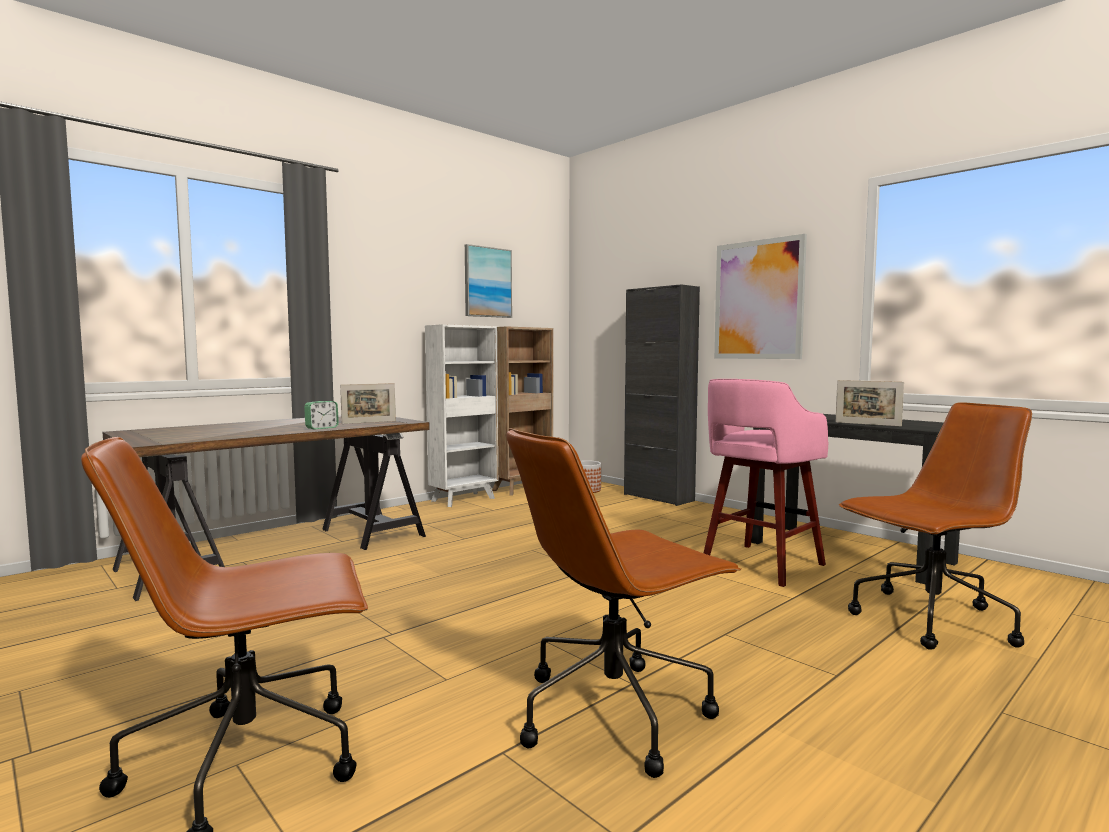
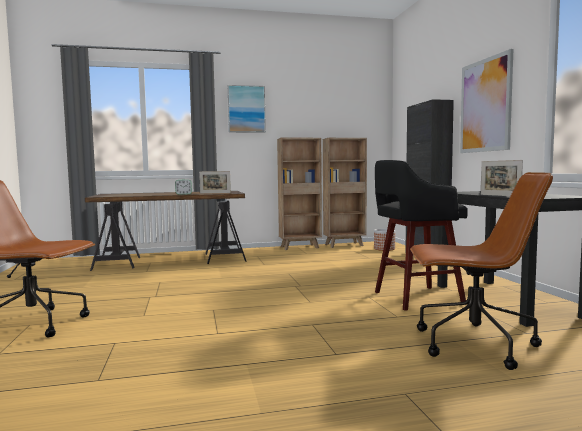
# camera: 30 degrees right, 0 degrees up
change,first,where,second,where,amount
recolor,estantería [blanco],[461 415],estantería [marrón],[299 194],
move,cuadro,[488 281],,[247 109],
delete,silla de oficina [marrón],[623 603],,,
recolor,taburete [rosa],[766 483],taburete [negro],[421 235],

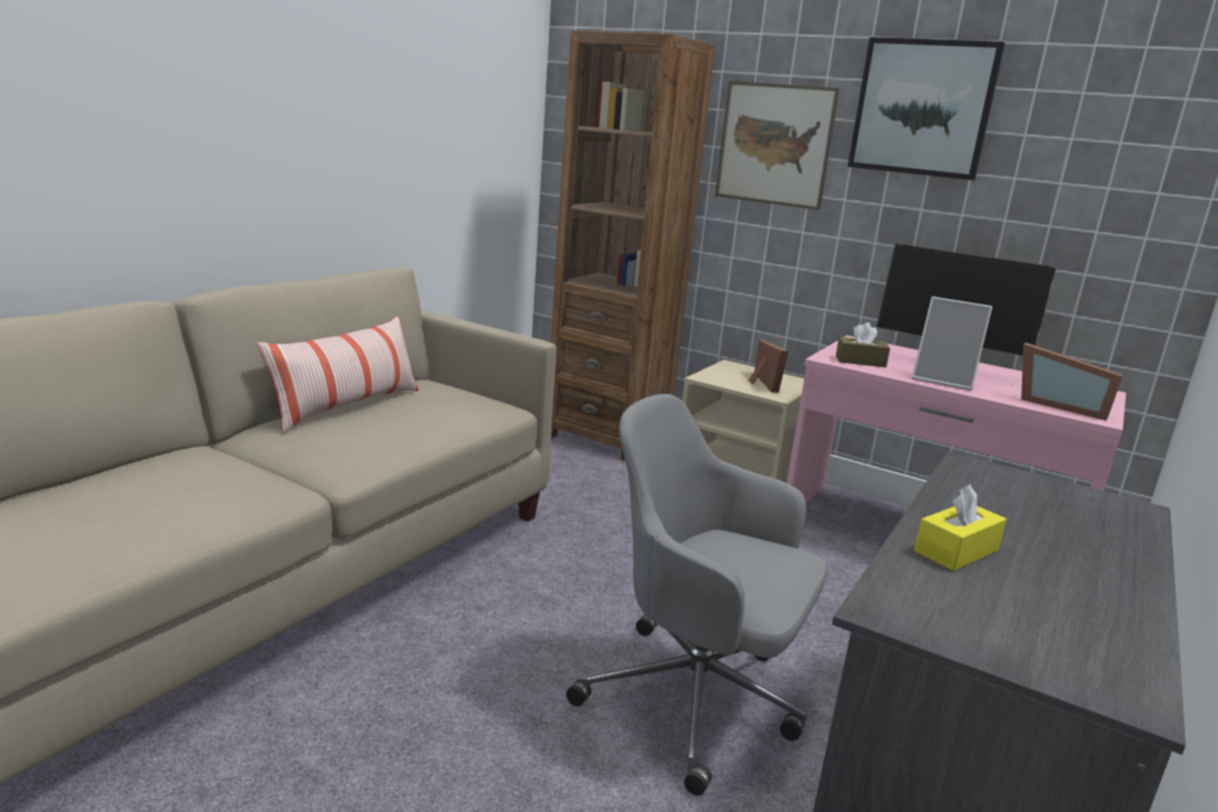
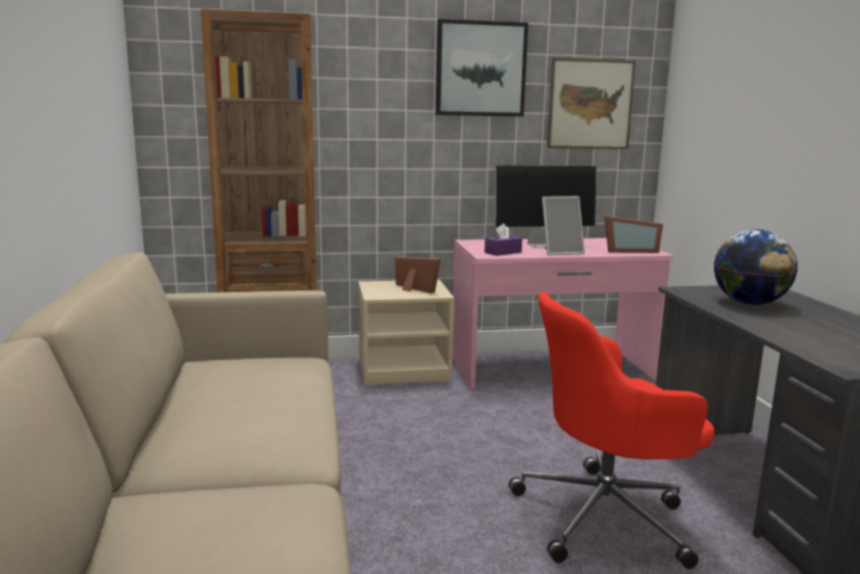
# camera: 40 degrees left, 5 degrees down
change,first,where,second,where,amount
delete,cojín,[338 374],,,
recolor,silla de oficina [gris],[696 595],silla de oficina [rojo],[612 430],
move,cuadro,[777 145],,[591 103],
recolor,caja de pañuelos [marrón],[863 344],caja de pañuelos [morado],[503 239],
delete,caja de pañuelos [amarillo],[960 528],,,
insert,,,globo terráqueo,[755 267],

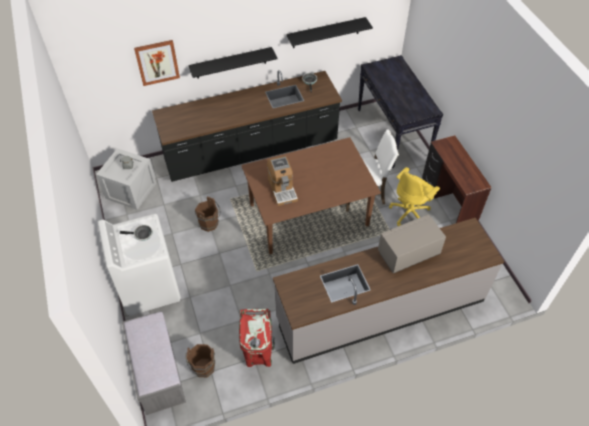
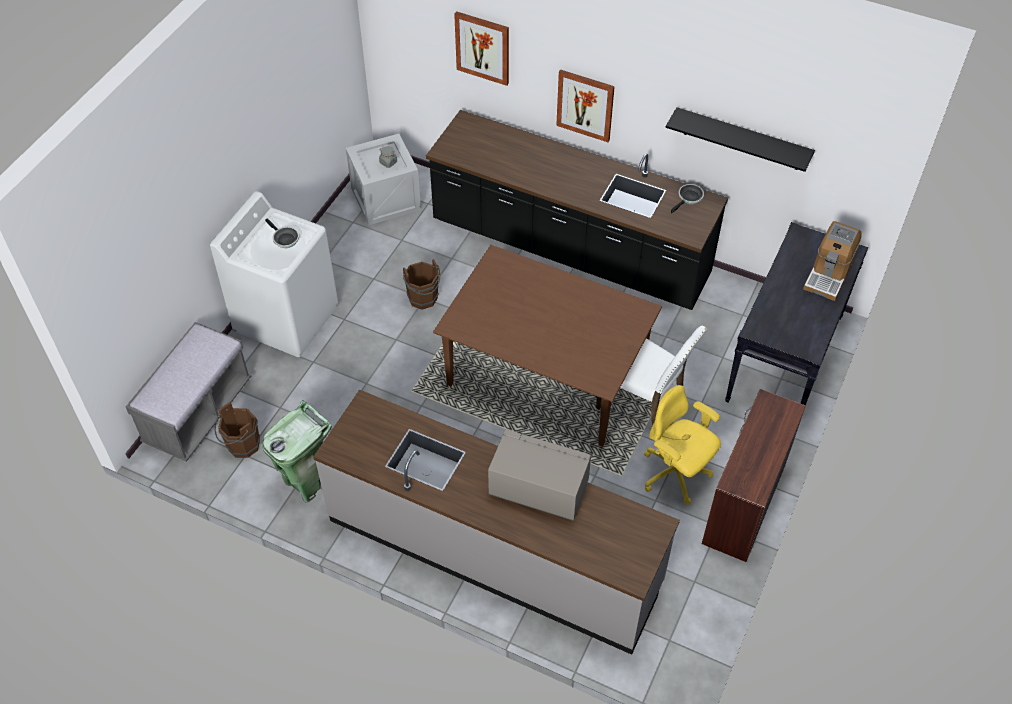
# camera: 45 degrees right, 0 degrees up
change,first,where,second,where,amount
replace,estante [negro],[232 63],cuadro,[585 105],
recolor,papelera [rojo],[257 338],papelera [verde],[297 451],
move,cafetera,[282 181],,[832 261],
rotate,silla de oficina [amarillo],[414 196],,[682 445],45 degrees clockwise

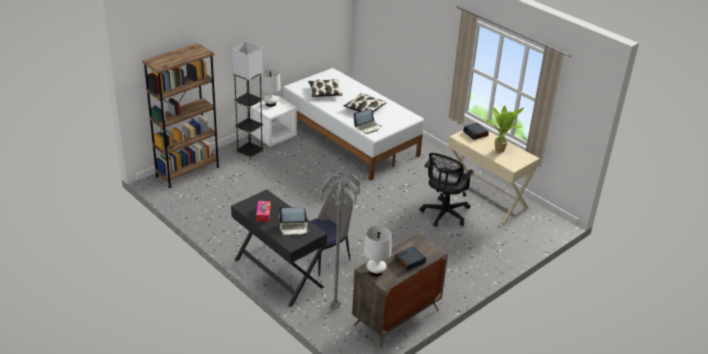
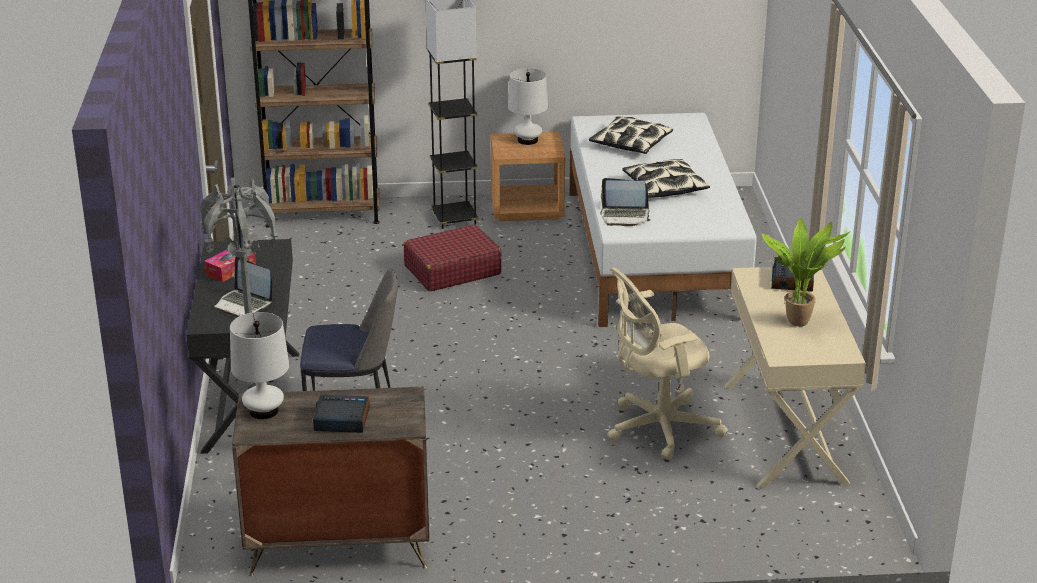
# camera: 40 degrees right, 5 degrees down
change,first,where,second,where,amount
recolor,mesita de noche [blanco],[273 121],mesita de noche [marrón],[528 176],
recolor,silla de oficina [negro],[446 190],silla de oficina [beis],[668 363],
insert,,,maleta [rojo],[453 258],

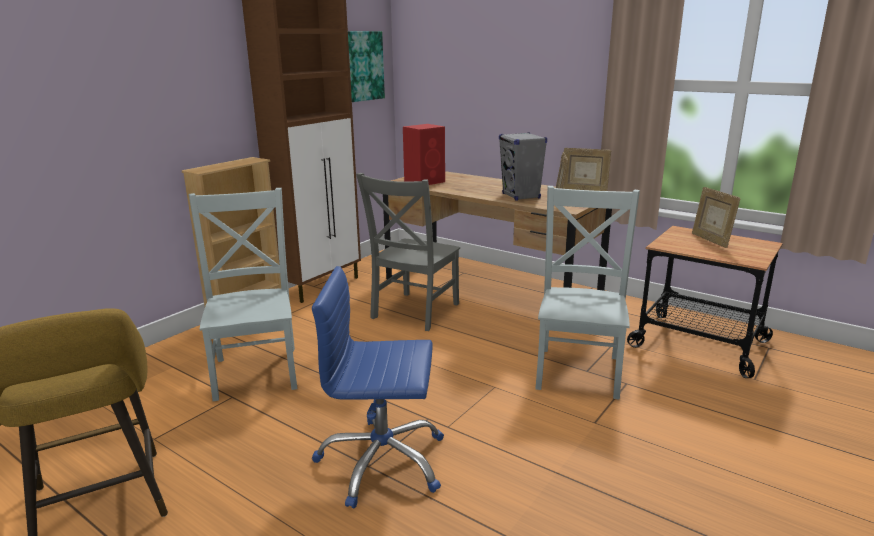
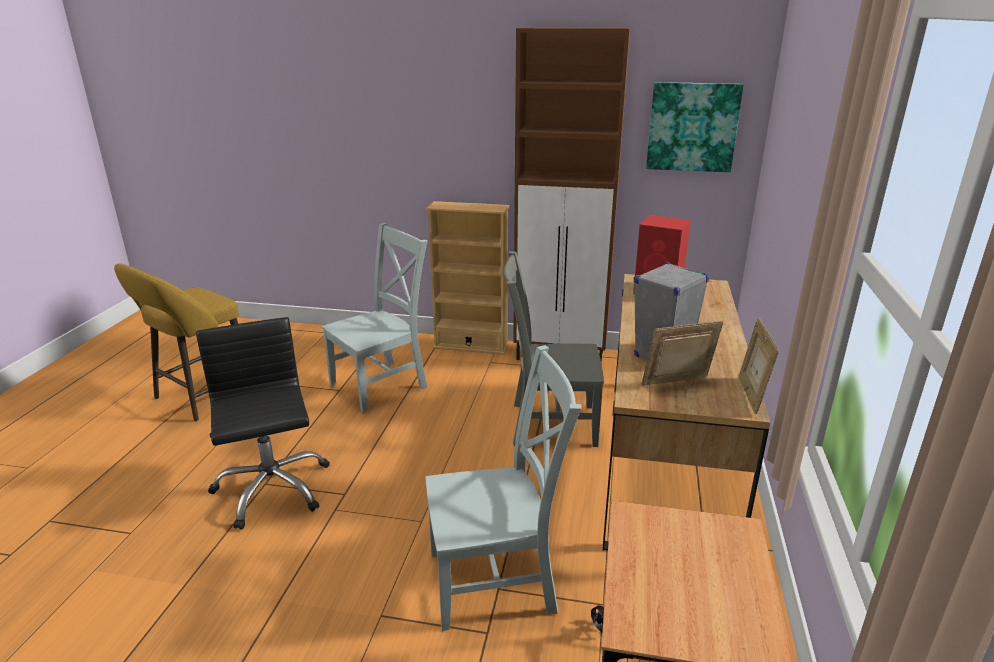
# camera: 65 degrees right, 5 degrees up
change,first,where,second,where,amount
recolor,silla de oficina [azul],[378 387],silla de oficina [negro],[263 423],
delete,portarretratos,[716 217],,,

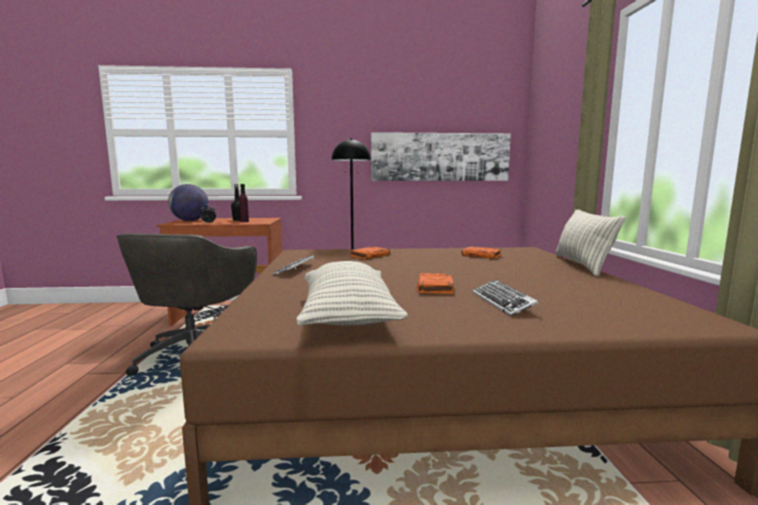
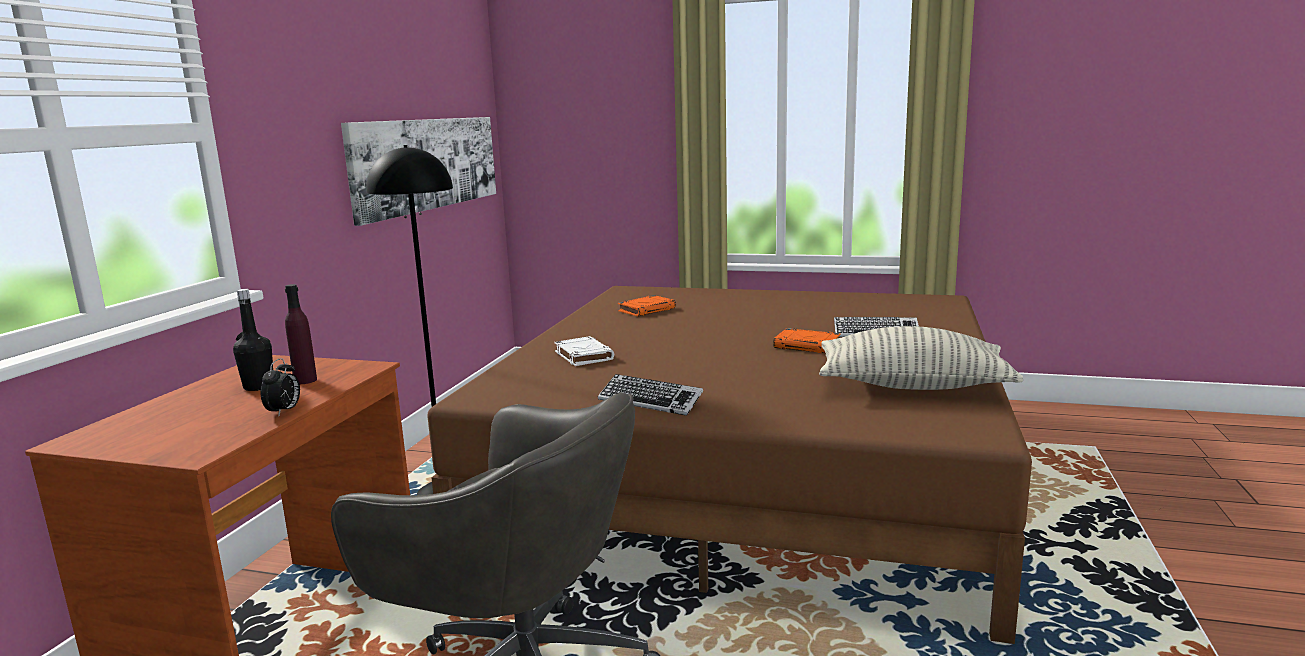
# camera: 70 degrees left, 5 degrees up
change,first,where,second,where,amount
delete,globo terráqueo,[188 202],,,
recolor,libro [naranja],[369 252],libro [blanco],[584 351],
delete,cojín,[590 243],,,

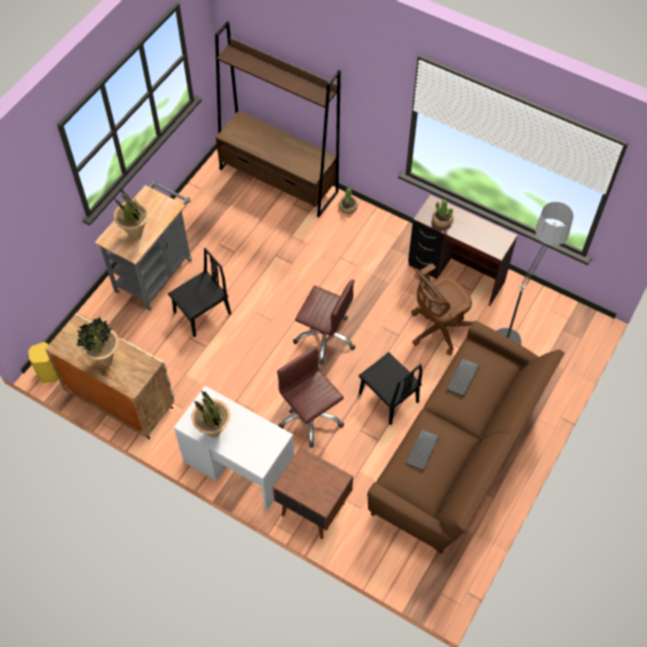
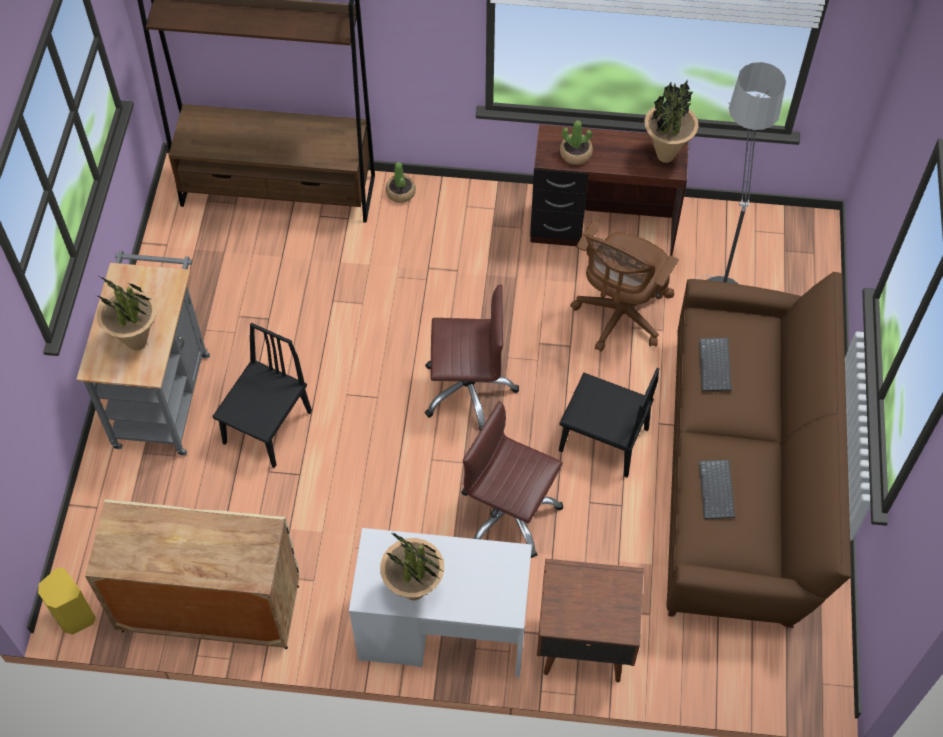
# camera: 25 degrees left, 0 degrees up
change,first,where,second,where,amount
move,planta en maceta,[97 341],,[671 121],

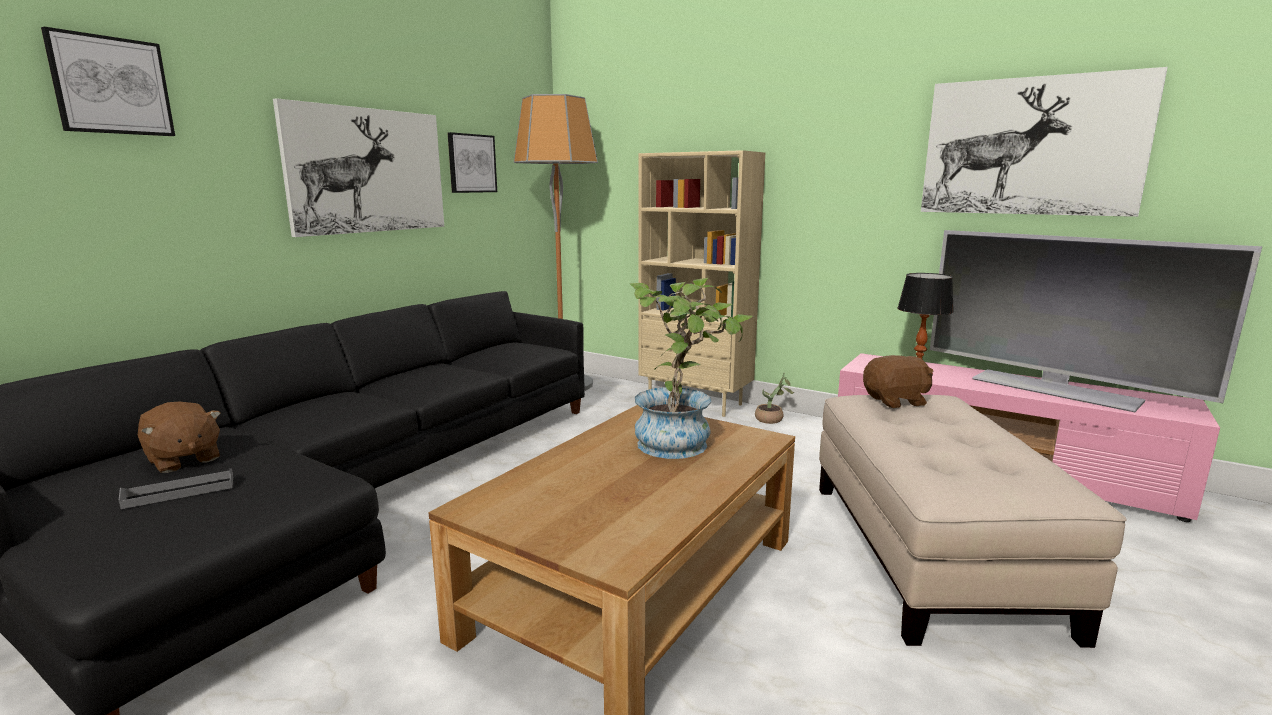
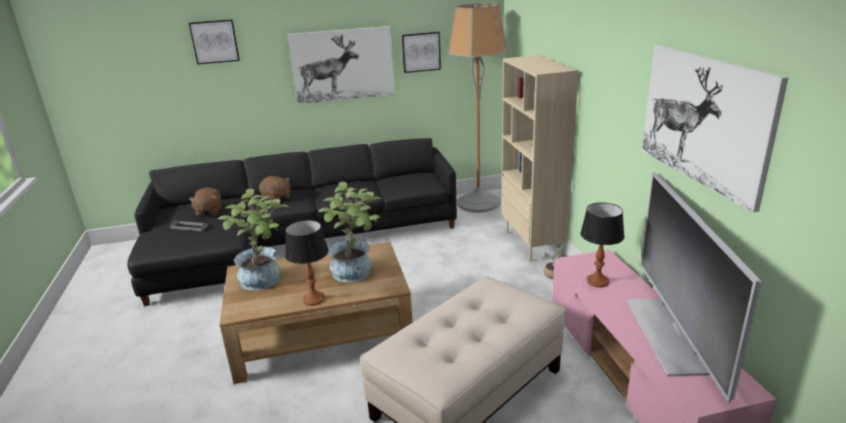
# camera: 45 degrees right, 10 degrees up
change,first,where,second,where,amount
move,peluche [marrón],[898 381],,[275 189],
insert,,,planta en maceta,[253 240],
insert,,,lámpara de mesa,[307 263],

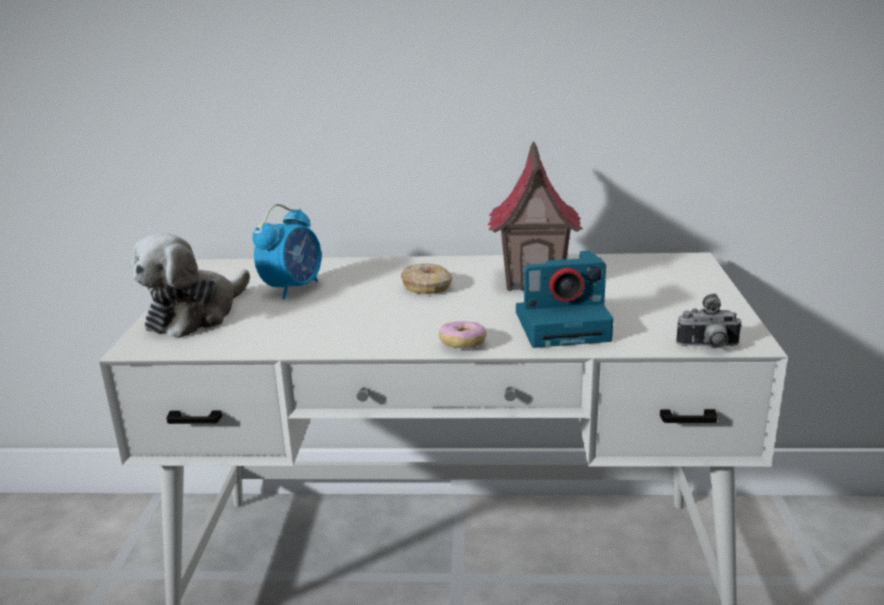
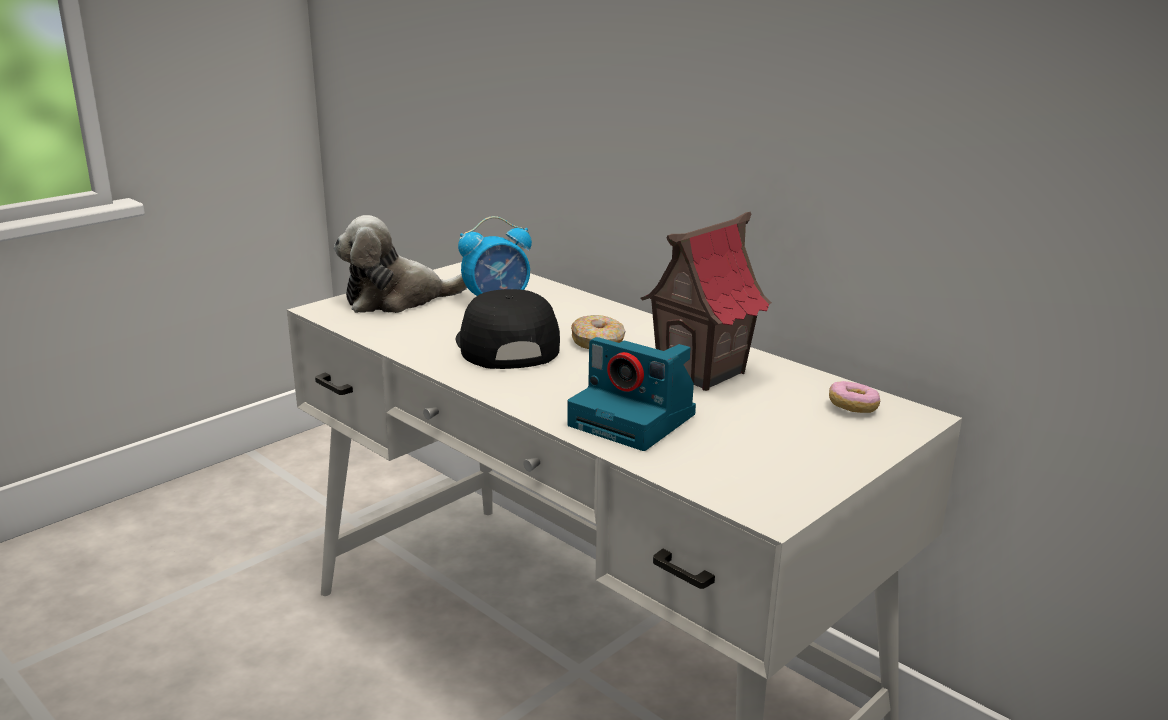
# camera: 40 degrees right, 0 degrees up
change,first,where,second,where,amount
move,rosquilla,[462 334],,[854 397],
delete,cámara,[709 320],,,
insert,,,gorra [negro],[508 329],

